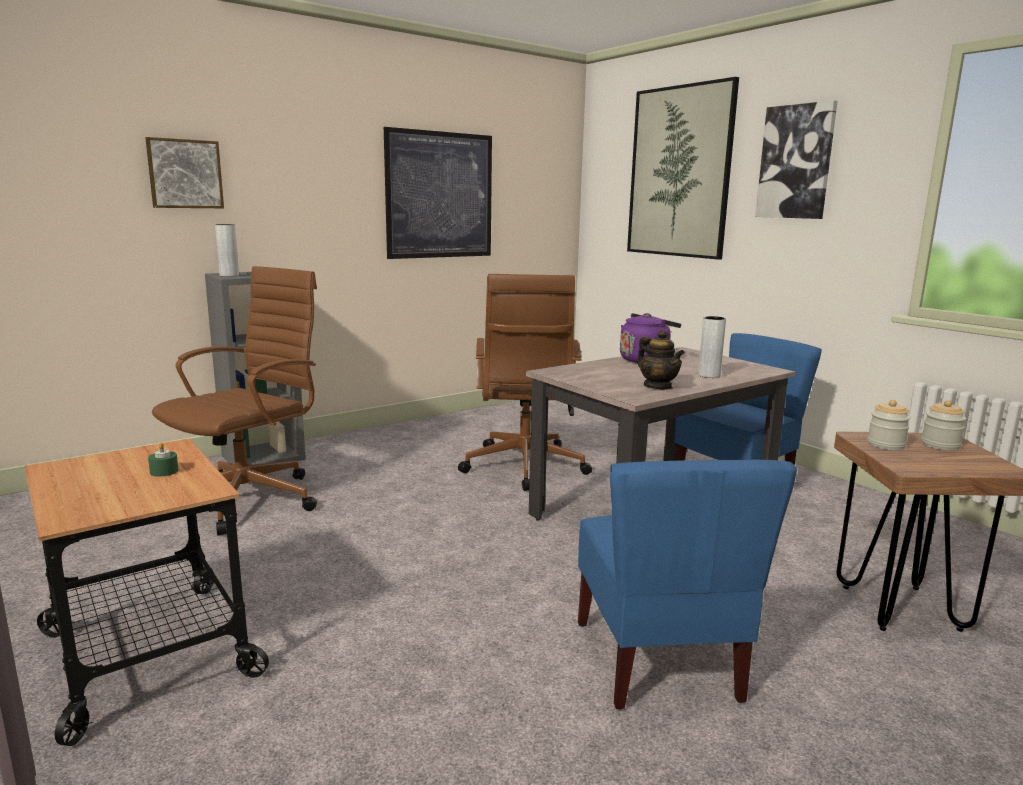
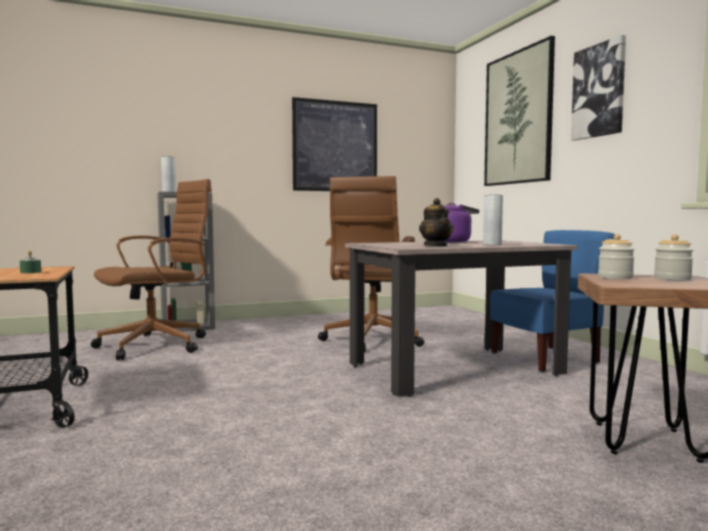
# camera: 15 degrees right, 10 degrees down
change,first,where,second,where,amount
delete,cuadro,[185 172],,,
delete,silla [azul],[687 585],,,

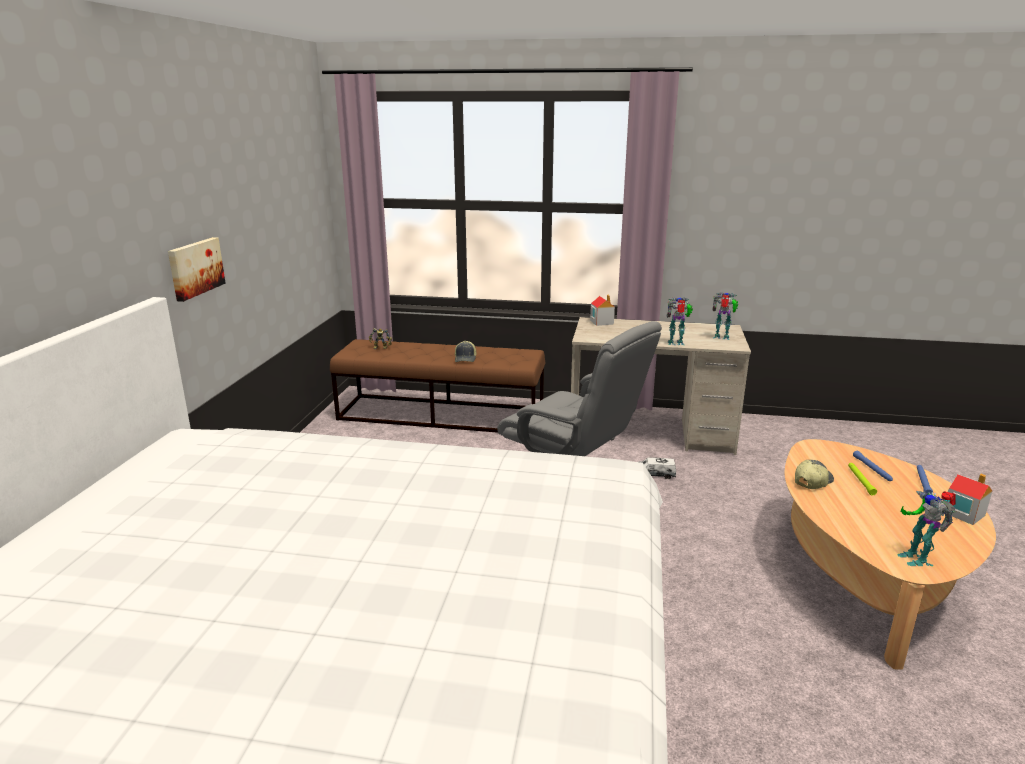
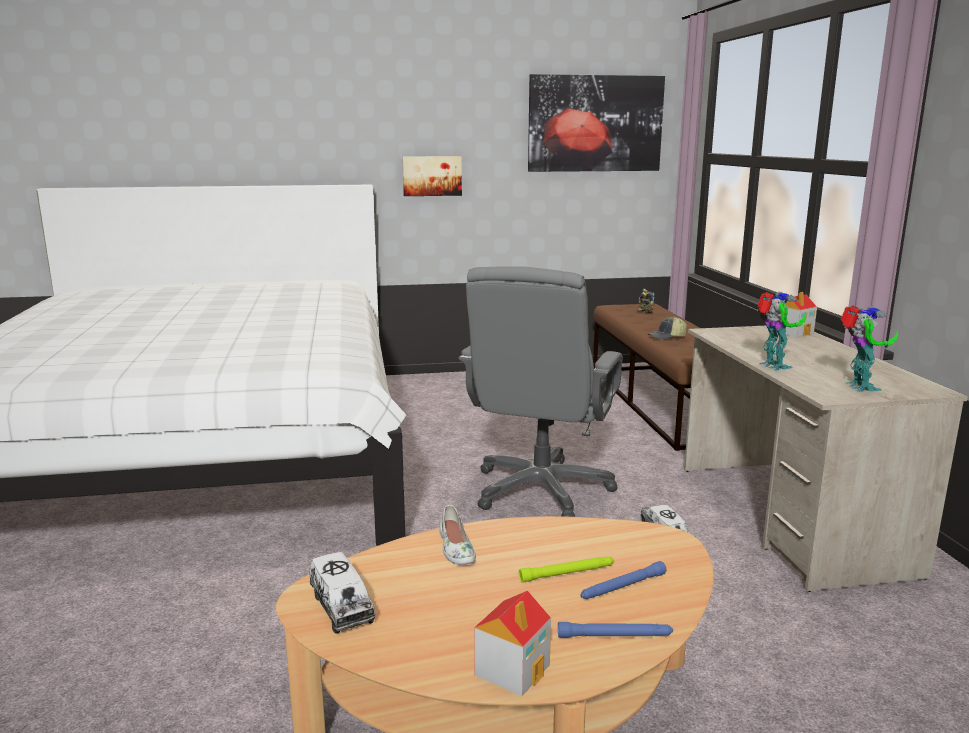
# camera: 70 degrees right, 5 degrees down
change,first,where,second,where,amount
delete,gorra,[814 474],,,
replace,robot de juguete,[927 528],camión de juguete,[342 593],
insert,,,zapato [blanco],[457 535],
insert,,,cuadro,[596 123],

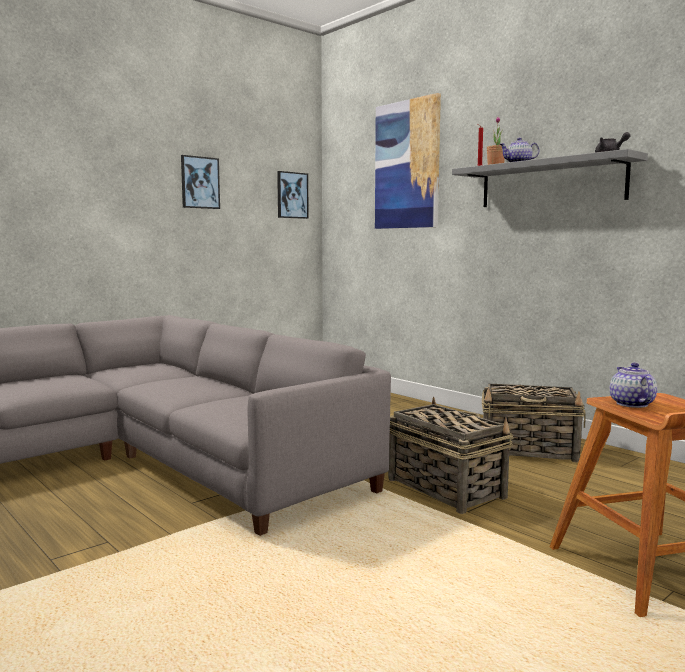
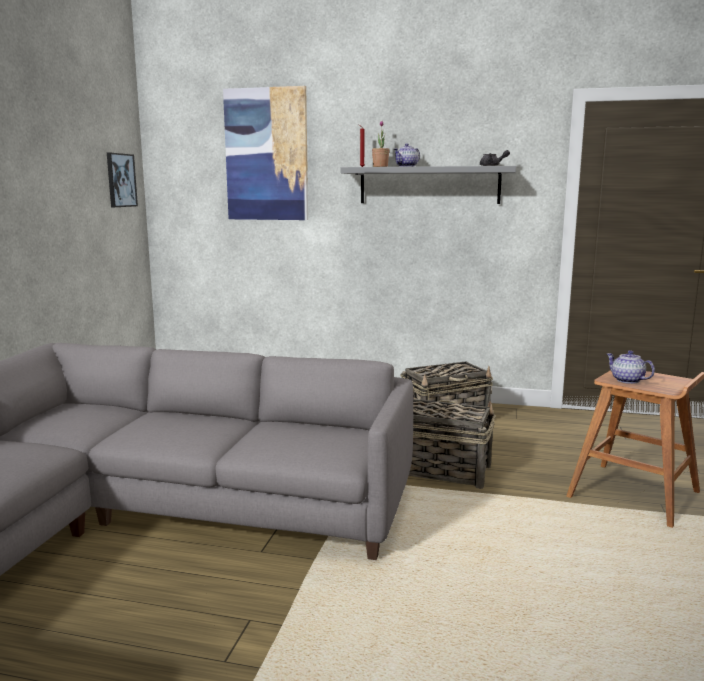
# camera: 35 degrees left, 5 degrees up
change,first,where,second,where,amount
delete,cuadro,[200 182],,,

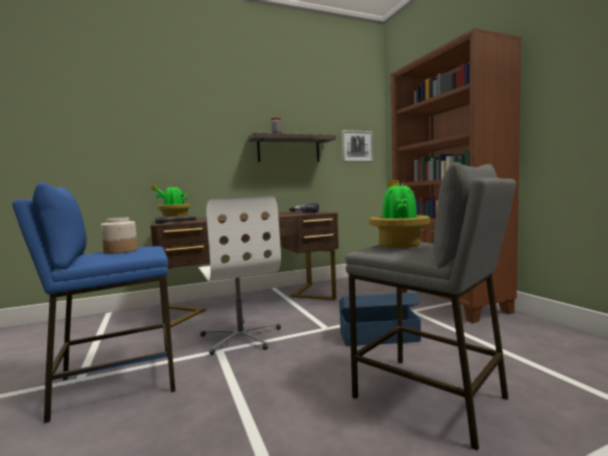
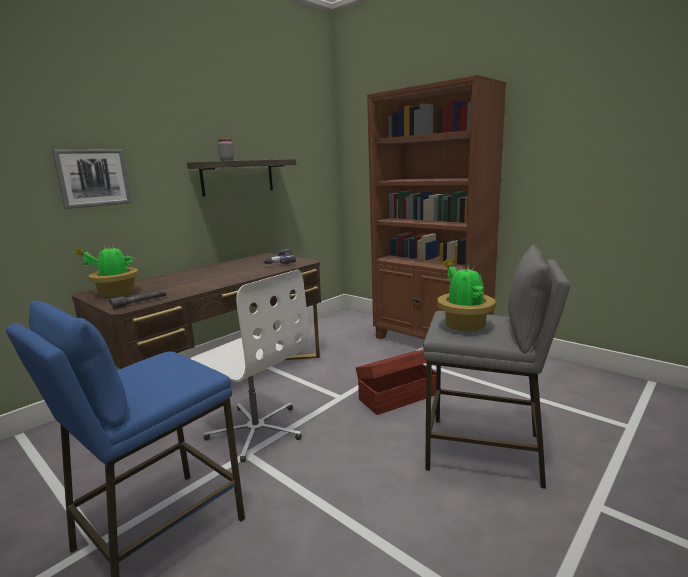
# camera: 25 degrees left, 10 degrees up
change,first,where,second,where,amount
delete,tarro,[119 236],,,
recolor,caja de almacenaje [azul],[380 319],caja de almacenaje [marrón],[396 382],
move,cuadro,[357 146],,[92 179],

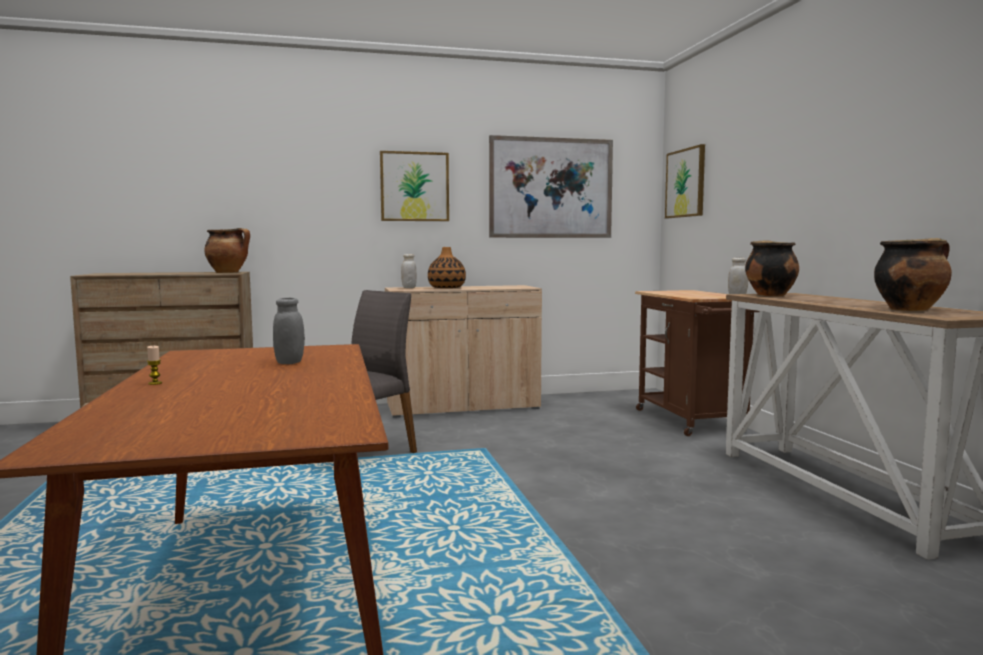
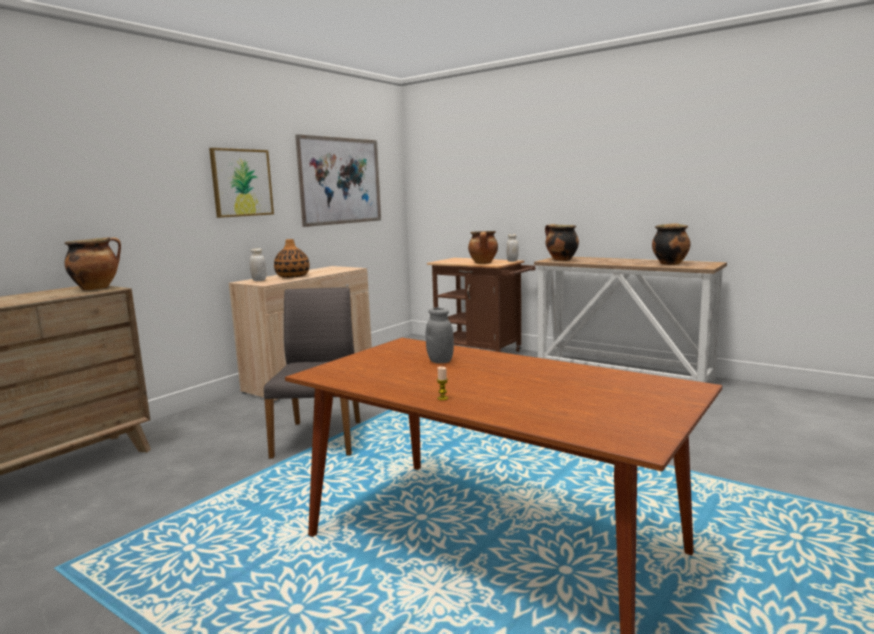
# camera: 40 degrees left, 5 degrees up
change,first,where,second,where,amount
delete,cuadro,[685 181],,,
insert,,,olla,[483 247],

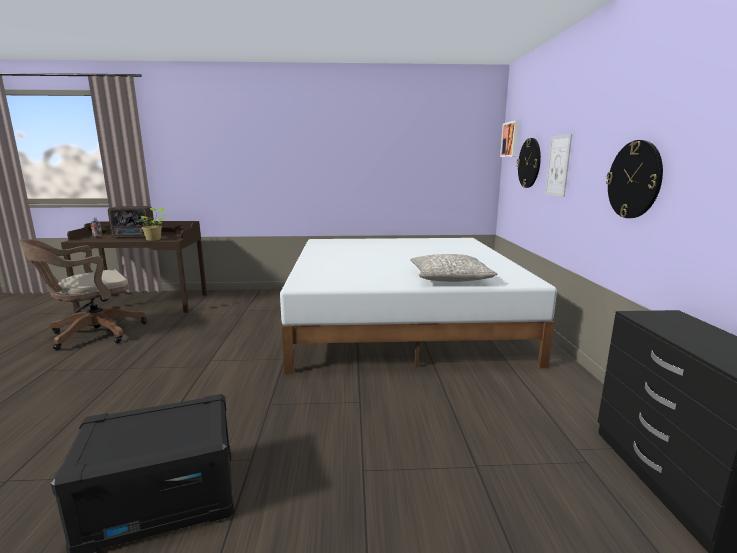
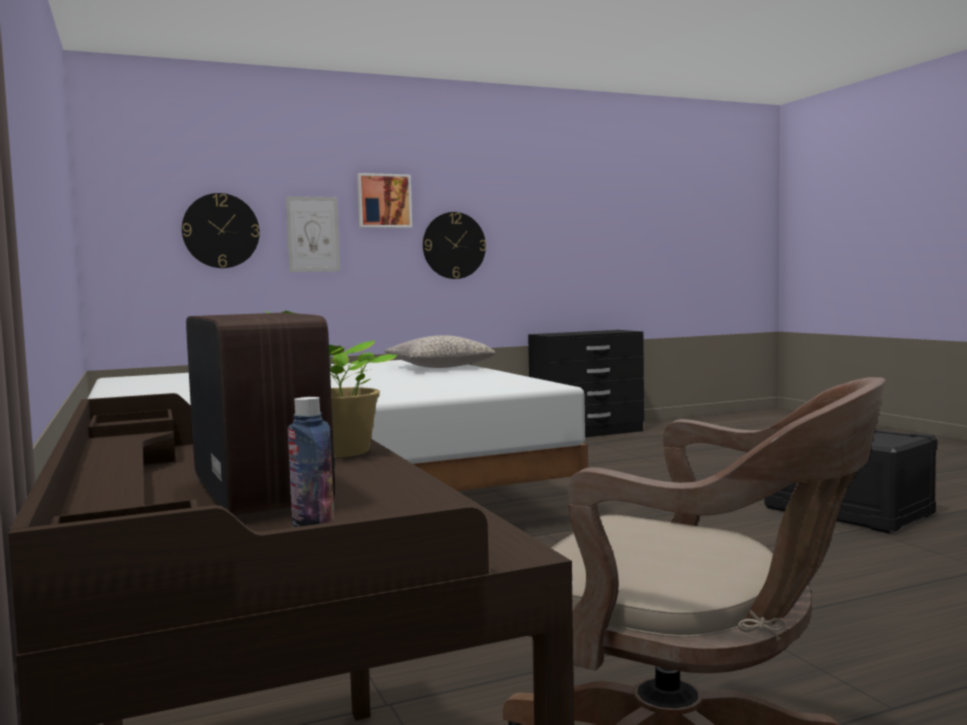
# camera: 110 degrees left, 10 degrees down
change,first,where,second,where,amount
move,cuadro,[510 138],,[384 200],

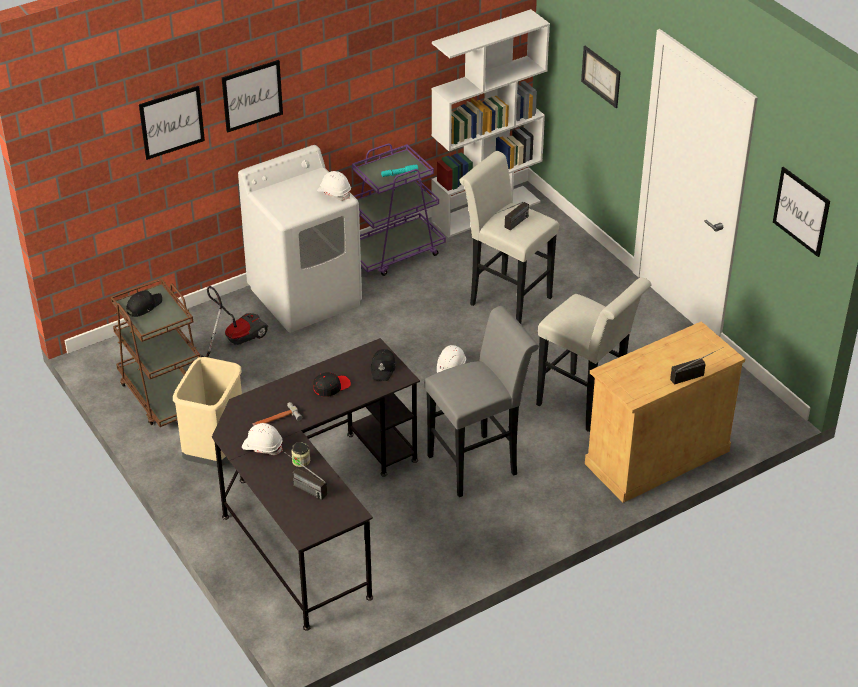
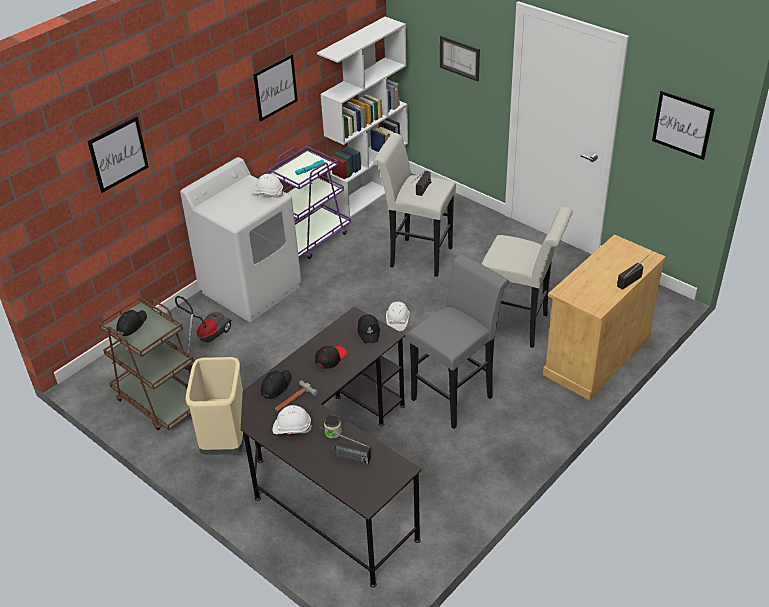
# camera: 15 degrees left, 0 degrees up
change,first,where,second,where,amount
move,cuadro,[252 96],,[275 88],
insert,,,gorra [negro],[276 384],

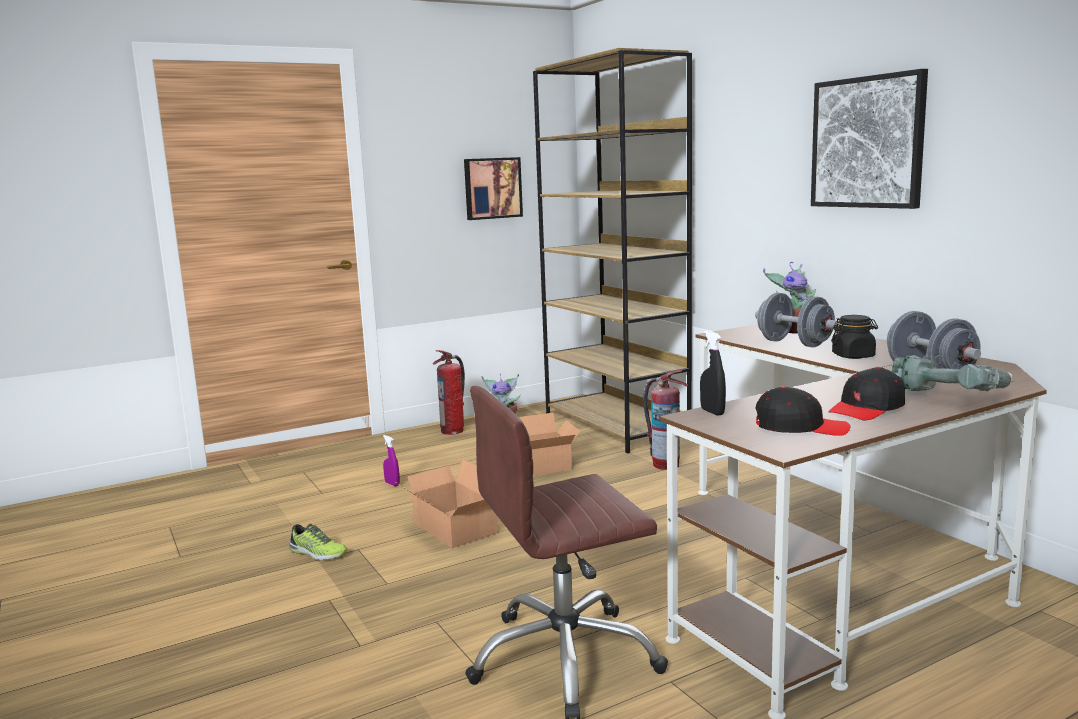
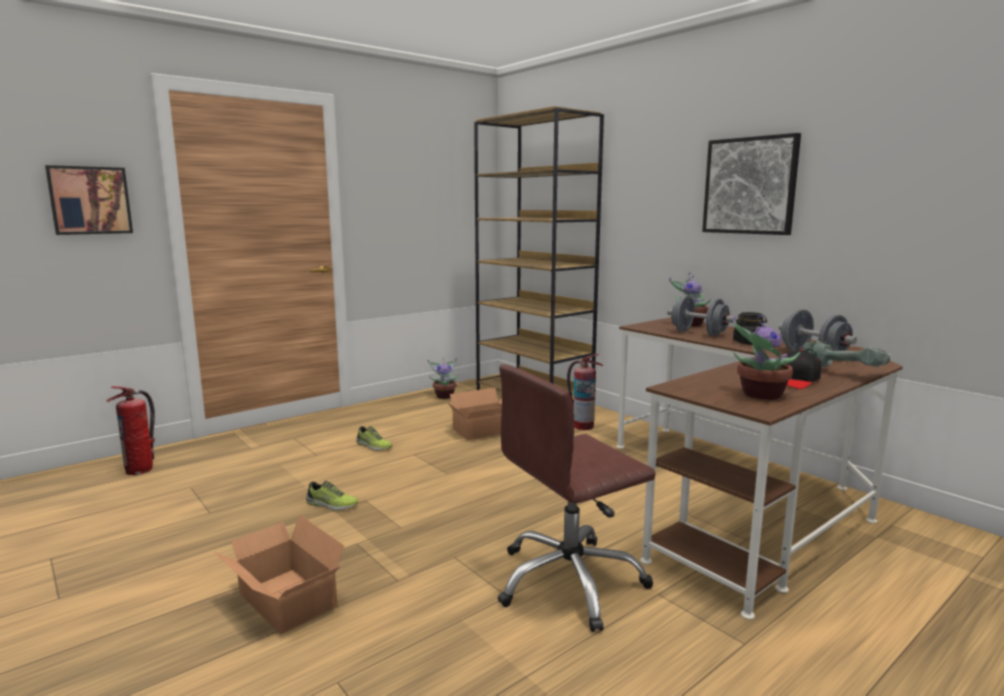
# camera: 10 degrees left, 0 degrees up
change,first,where,second,where,amount
replace,pulverizador [morado],[391 460],zapato,[374 438],
move,caja de cartón,[447 503],,[279 574],
move,extintor,[449 392],,[130 430],
move,cuadro,[493 188],,[89 200],
delete,pulverizador [negro],[713 373],,,
replace,gorra [negro],[802 411],planta en maceta,[766 357],

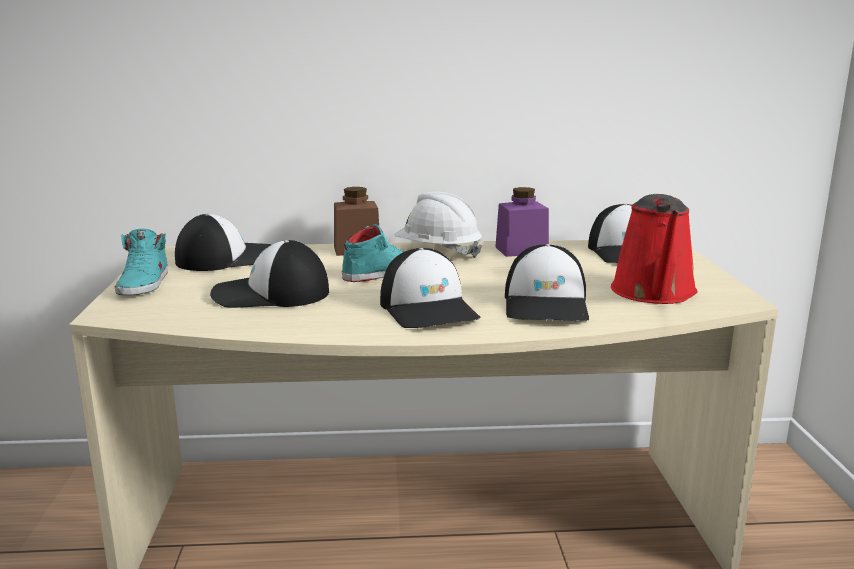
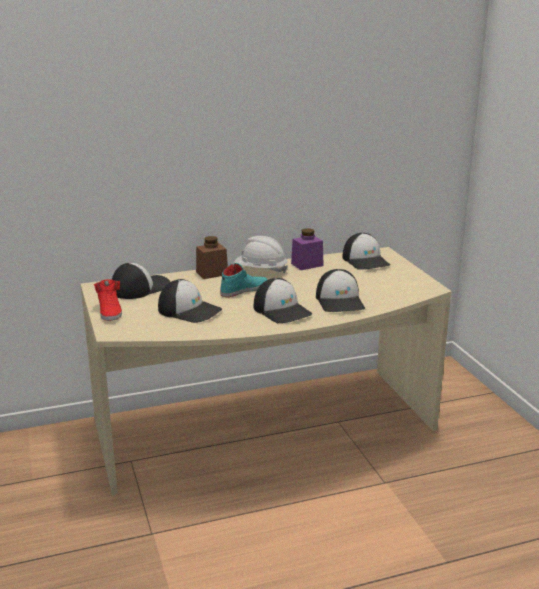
# camera: 15 degrees left, 5 degrees up
change,first,where,second,where,amount
recolor,zapato [turquesa],[141 262],zapato [rojo],[108 300],
rotate,gorra,[269 274],,[190 301],135 degrees counterclockwise
delete,regadera [rojo],[654 249],,,

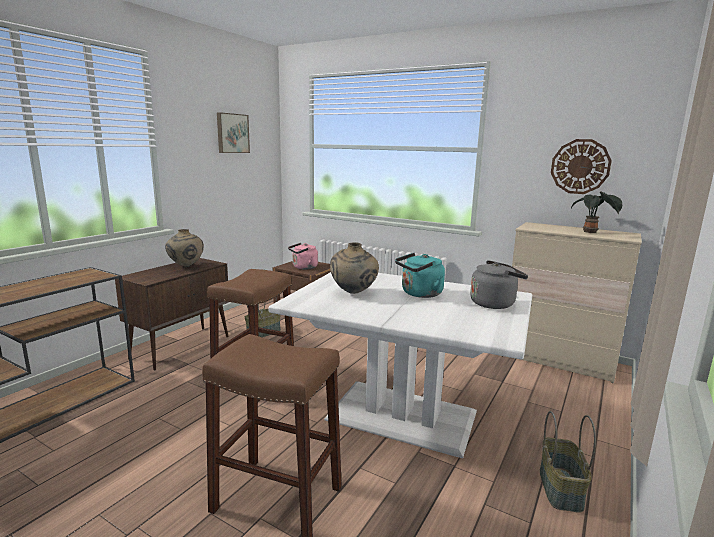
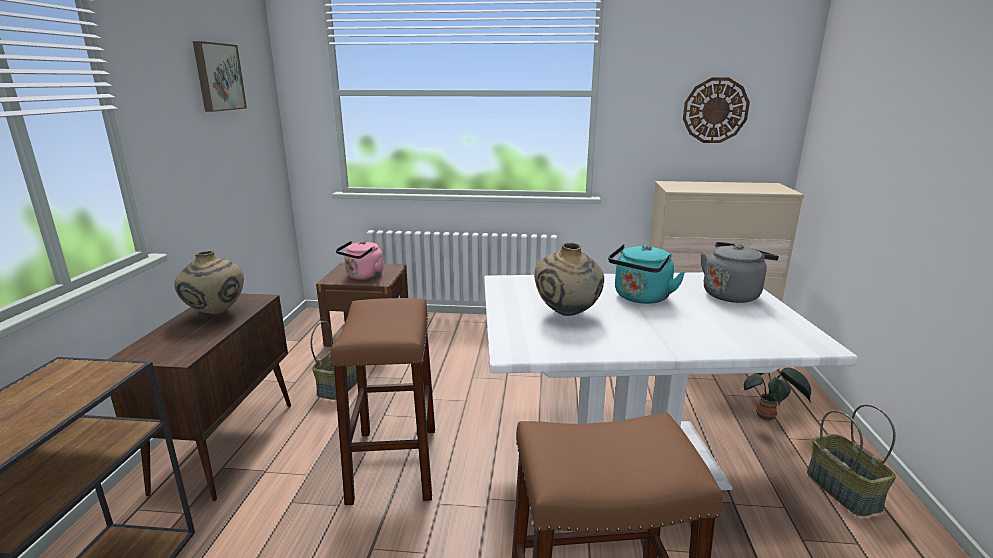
# camera: 25 degrees left, 5 degrees up
change,first,where,second,where,amount
move,planta en maceta,[596 212],,[777 394],

